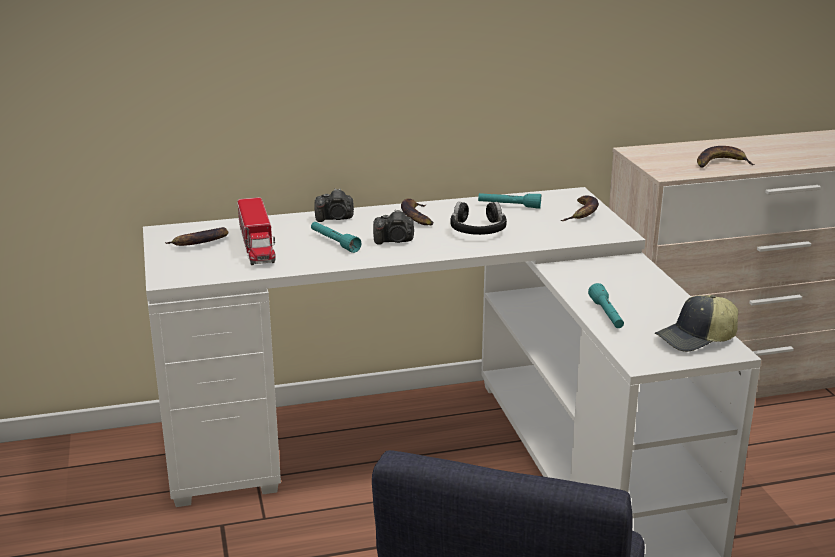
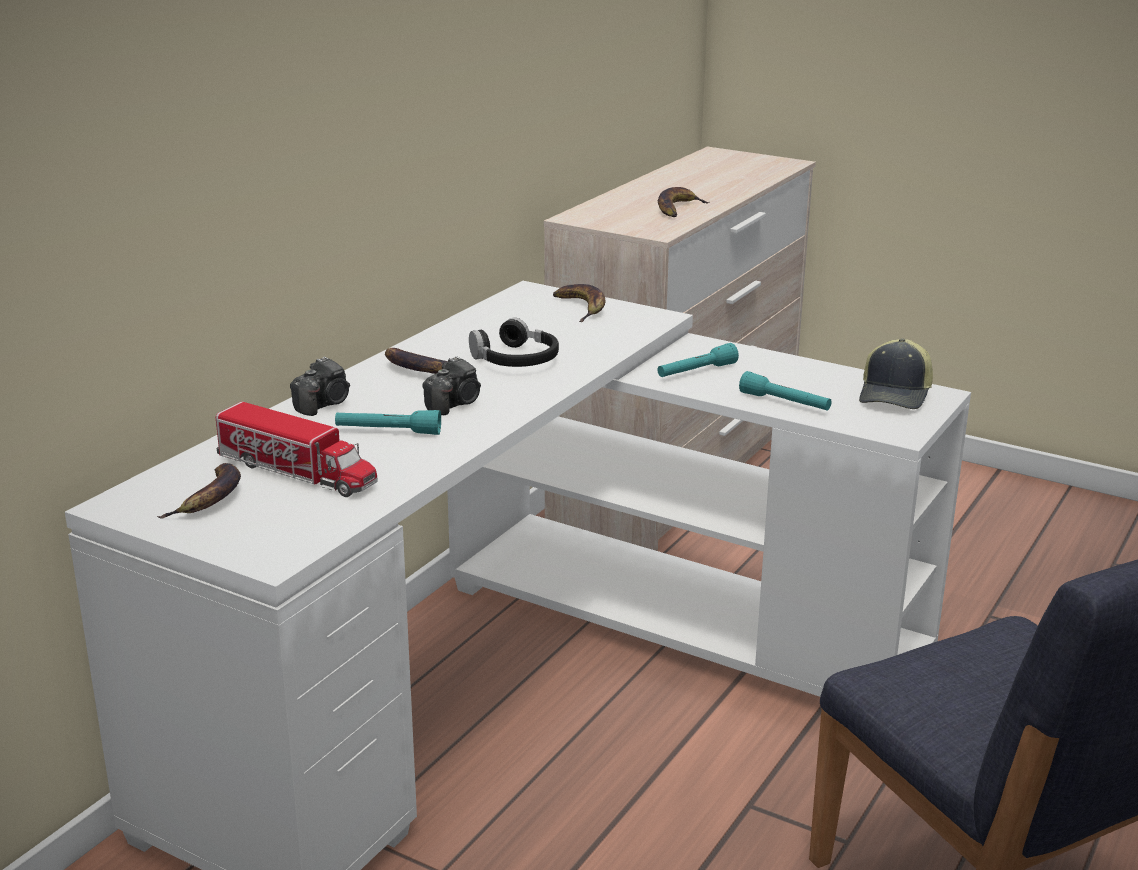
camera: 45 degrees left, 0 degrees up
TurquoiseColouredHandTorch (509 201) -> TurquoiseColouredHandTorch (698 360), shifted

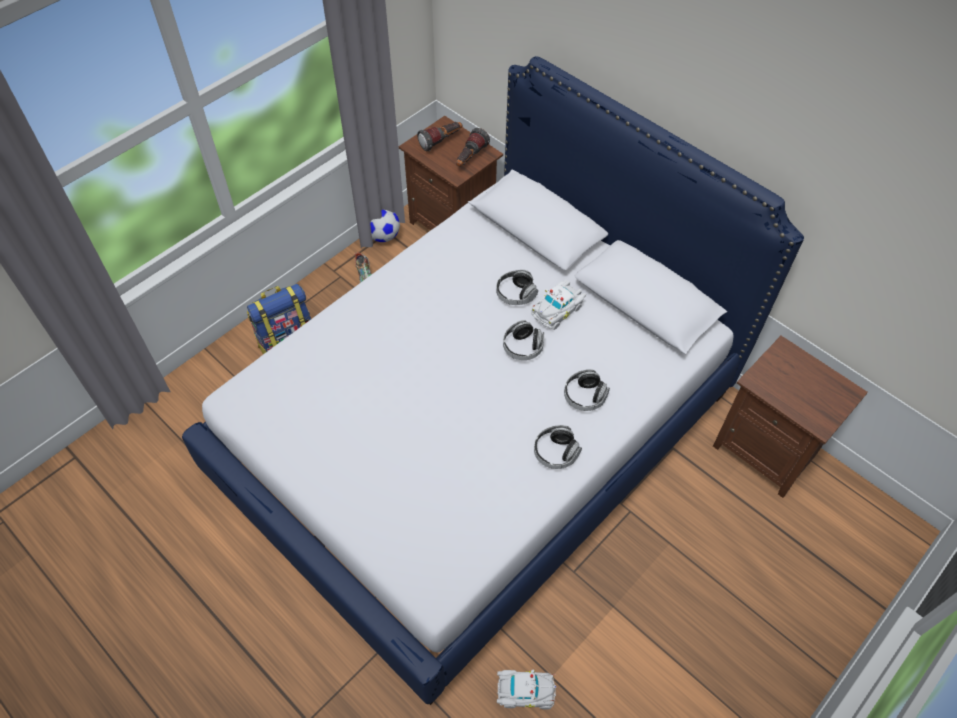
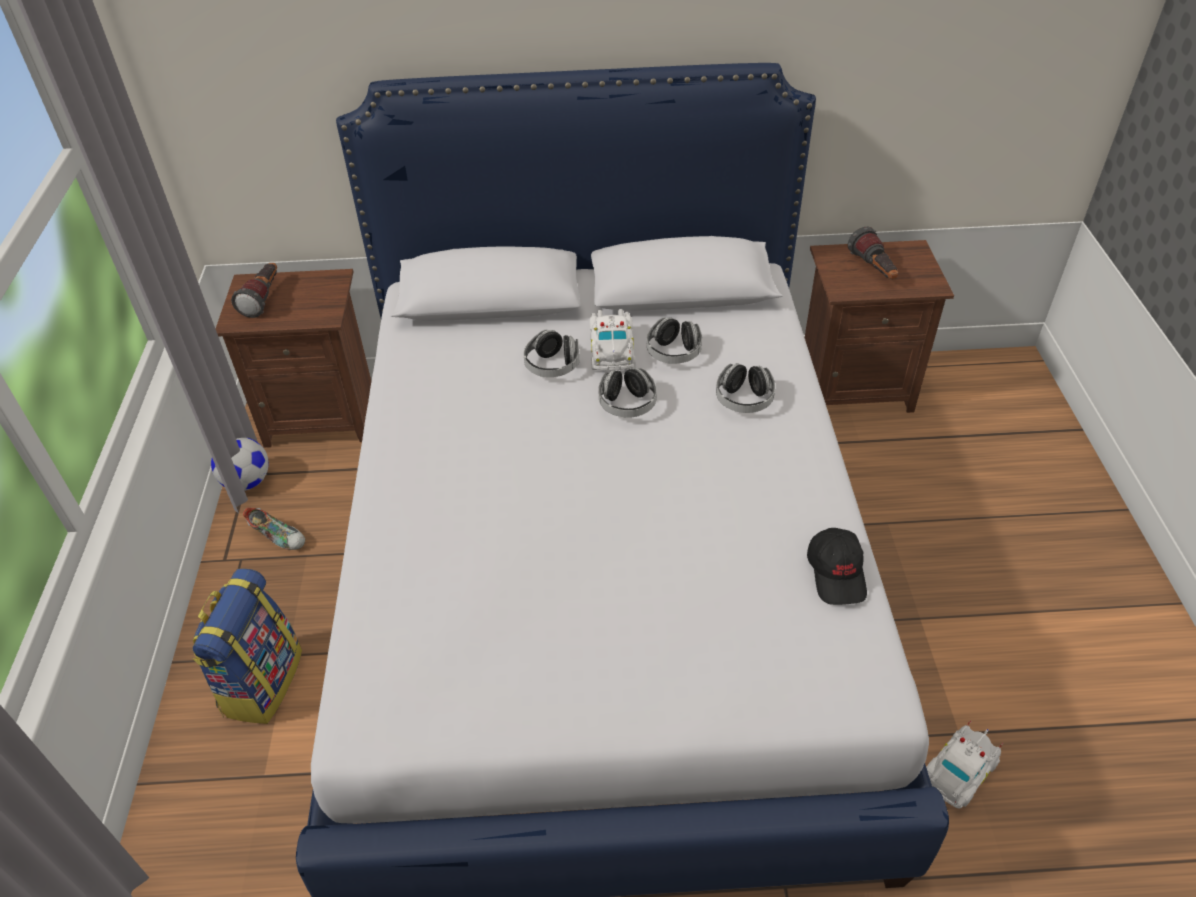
camera: 45 degrees left, 10 degrees down
HandTorch (473 147) -> HandTorch (873 253), shifted
Headset (558 447) -> Headset (674 340), shifted
none -> BlackPeakedCap (837 566)

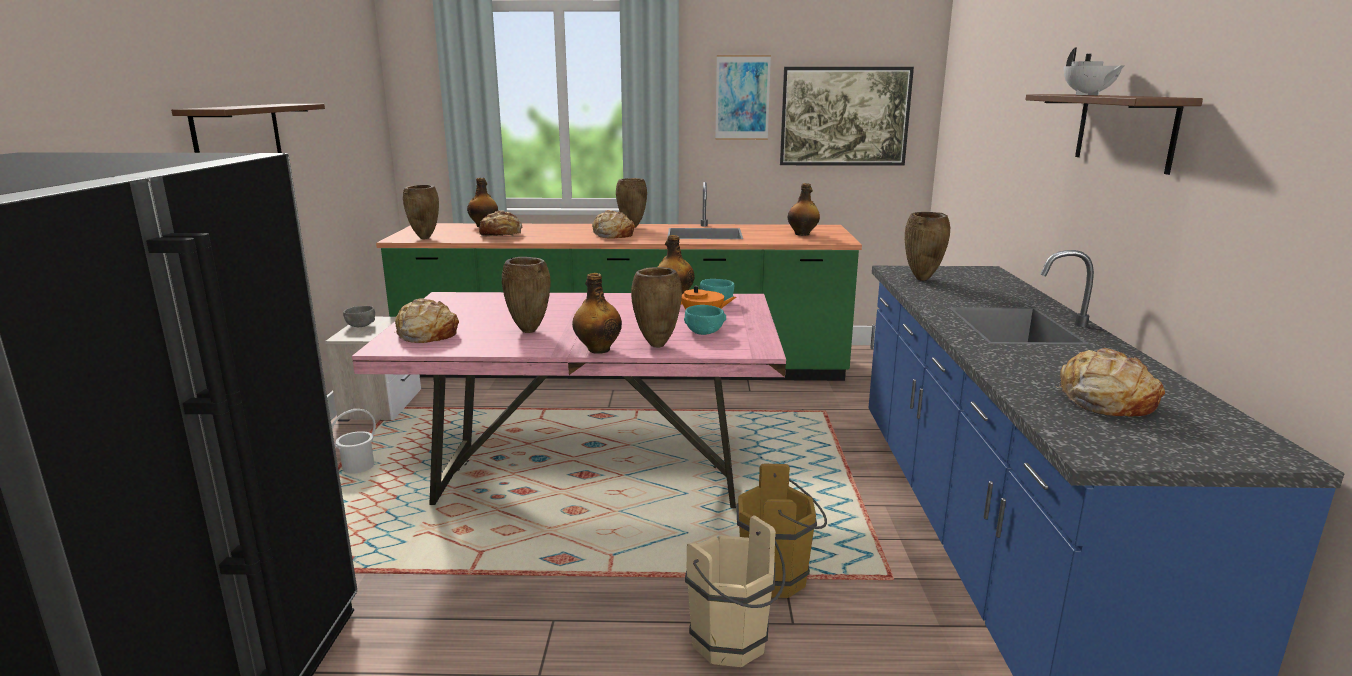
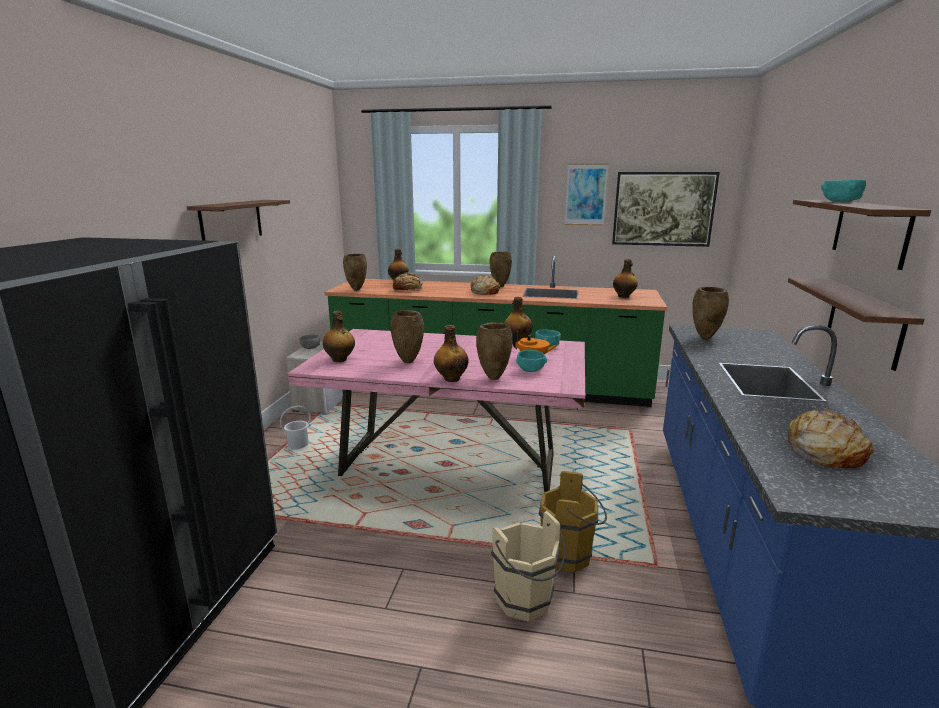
camera: 10 degrees right, 0 degrees up
BakeryBread (427 320) -> BeverageBottle (339 336)
WhiteColouredTeaPot (1094 71) -> TurquoiseColouredServingBowl (843 191)
none -> BrownBracketShelf (856 324)

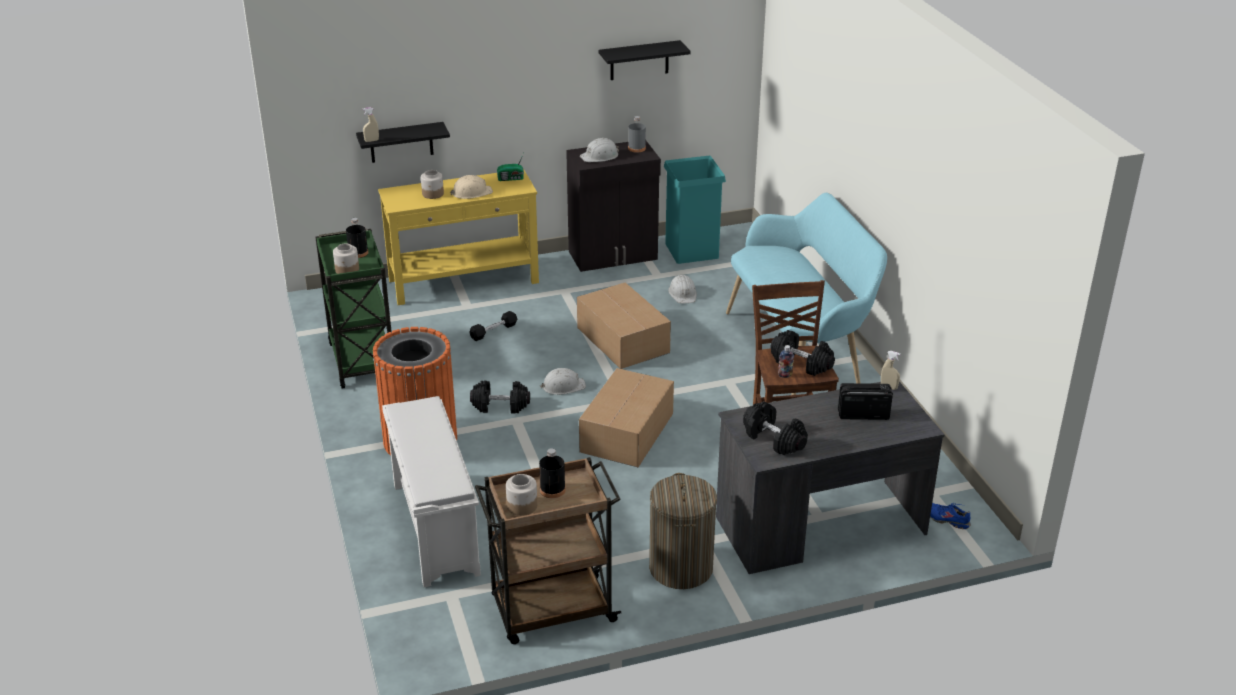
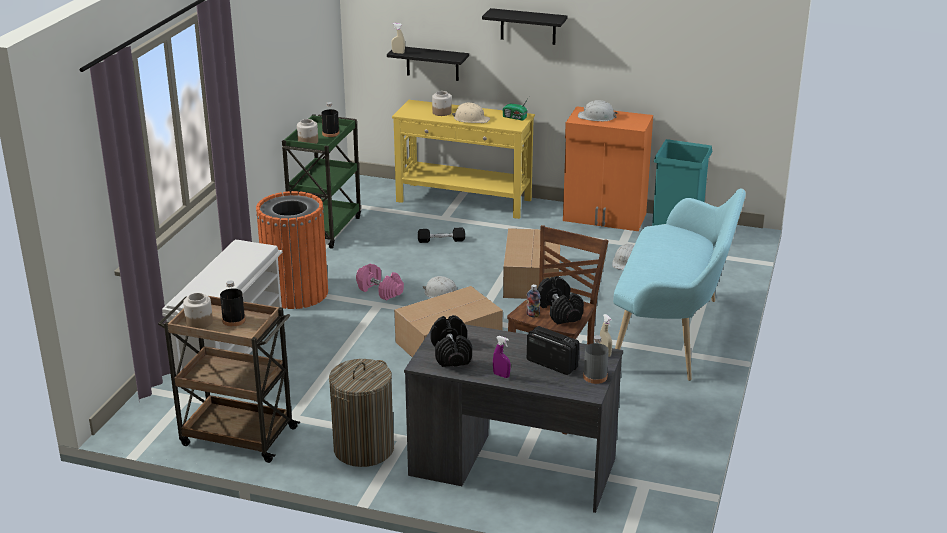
camera: 35 degrees right, 5 degrees down
BlackFreeWeight (500 396) -> PinkishFreeWeight (380 282)
BlackCabinet (613 206) -> OrangeColouredCabinet (608 168)
BlackBracketShelf (645 60) -> BlackBracketShelf (525 26), shifted
GrayBeverageBottle (637 134) -> GrayBeverageBottle (596 359), shifted
BluishLowShoe (950 516) -> none
none -> PurpleHandSprayer (502 357)

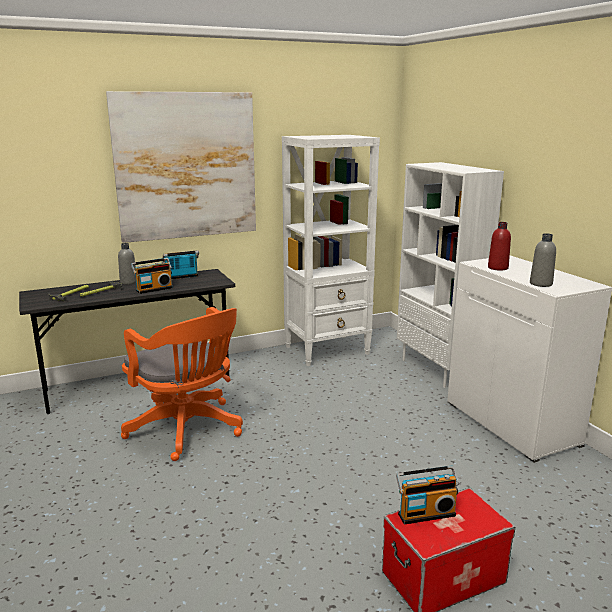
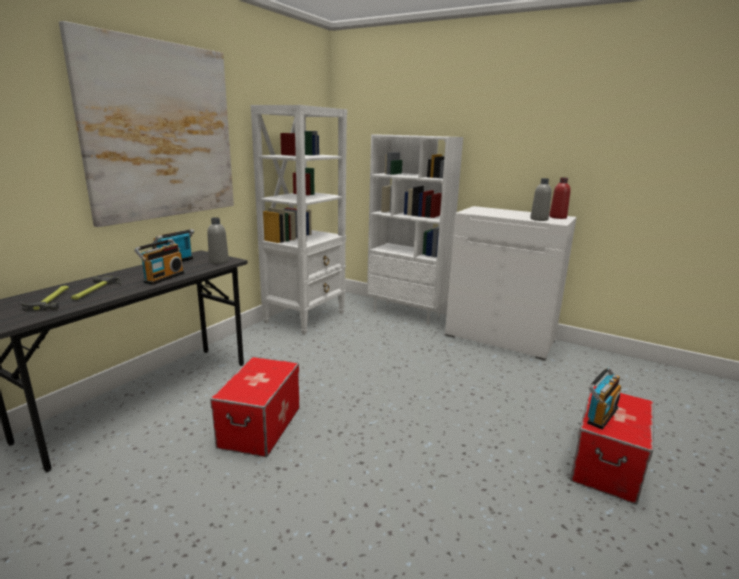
camera: 35 degrees left, 0 degrees up
GrayBeverageBottle (127 263) -> GrayBeverageBottle (218 240), shifted
OrangeColouredComputerChair (182 384) -> StorageBox (254 407)
ReddishBeverageBottle (499 246) -> ReddishBeverageBottle (560 198), shifted

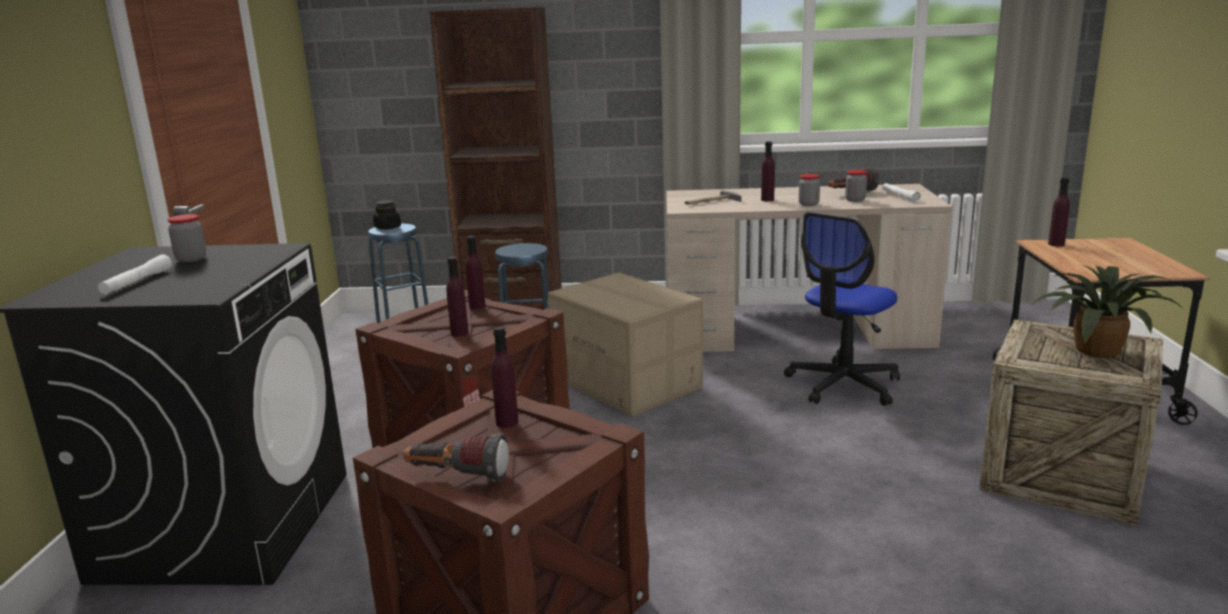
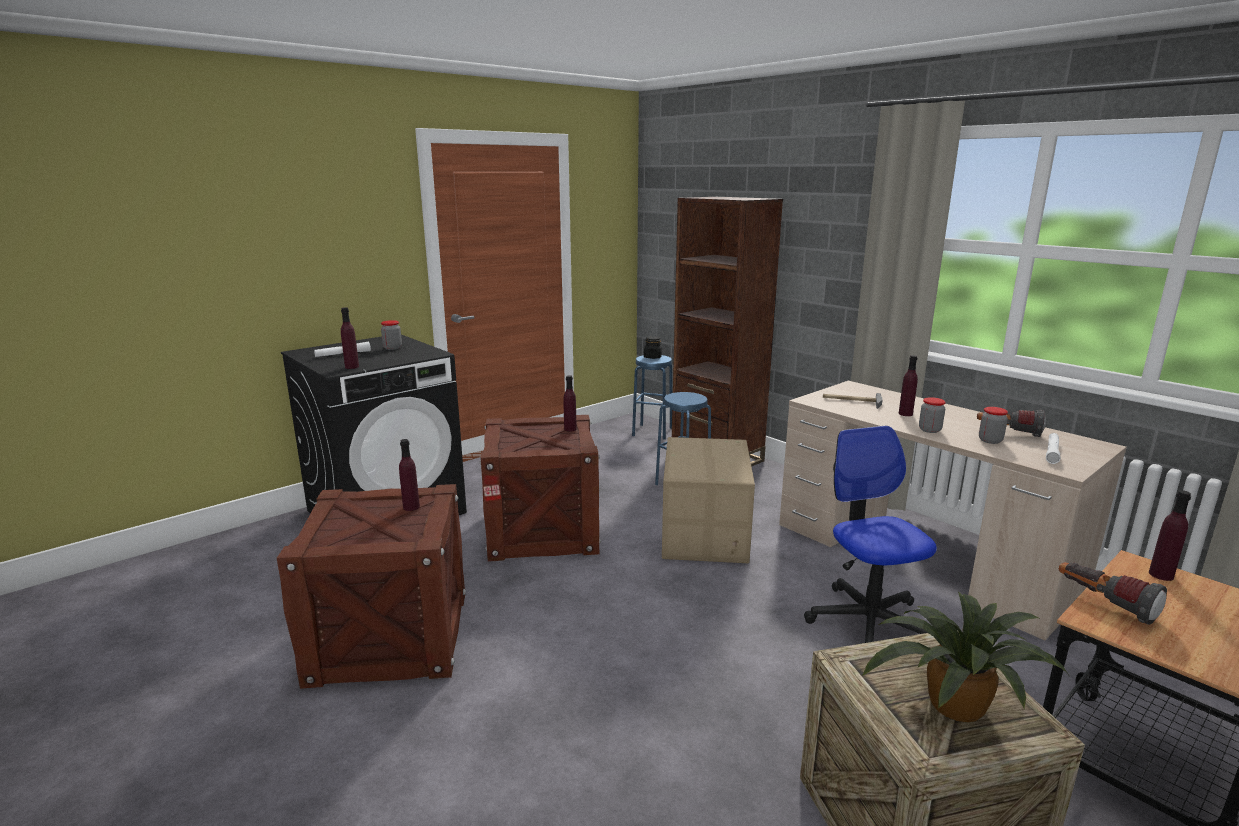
camera: 45 degrees right, 0 degrees up
HandTorch (456 457) -> HandTorch (1113 593), shifted
PurpleBeverageBottle (457 297) -> PurpleBeverageBottle (350 338), shifted
ComputerChair (842 309) -> ComputerChair (870 534), 75 degrees clockwise

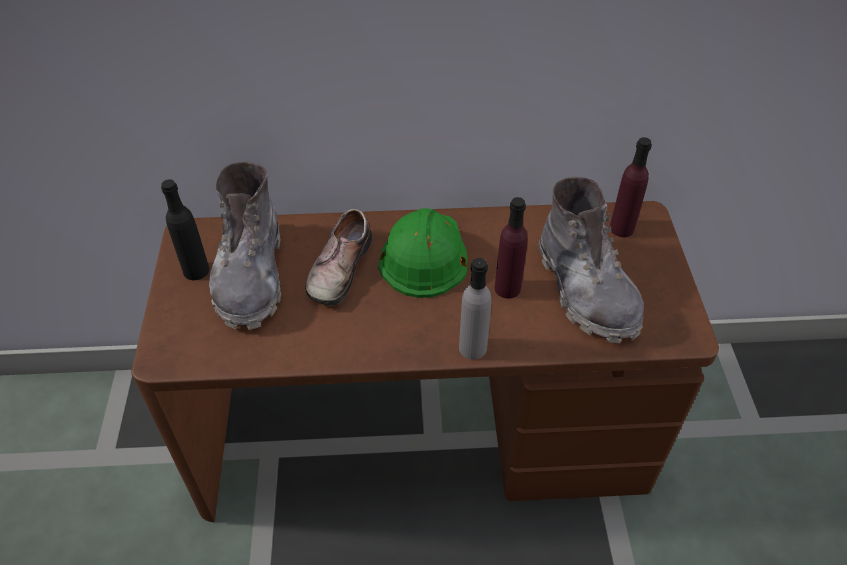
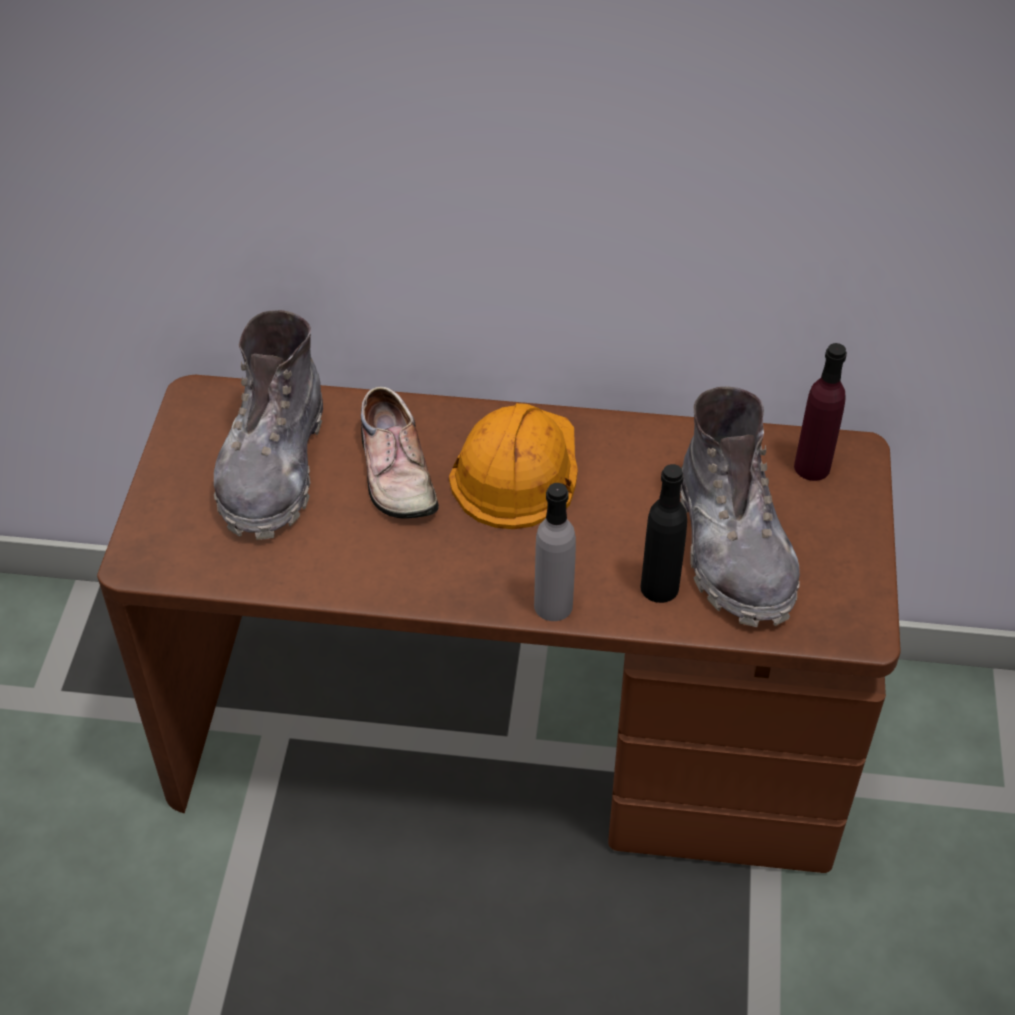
camera: 10 degrees right, 0 degrees up
BlackBeverageBottle (185 229) -> BlackBeverageBottle (663 533), shifted
LowShoe (338 257) -> LowShoe (400 452), 45 degrees counterclockwise
GreenColouredWorkHelmet (422 253) -> OrangeColouredWorkHelmet (513 466)
PurpleBeverageBottle (511 248) -> none

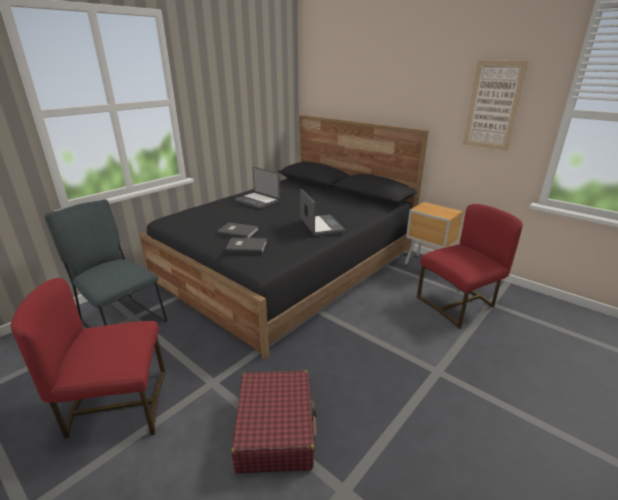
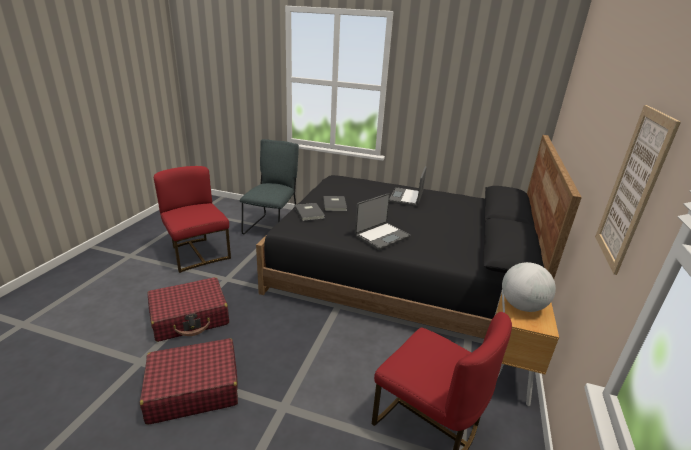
camera: 65 degrees right, 0 degrees up
none -> ReddishTravelCase (189 381)
none -> Globe (529 287)

